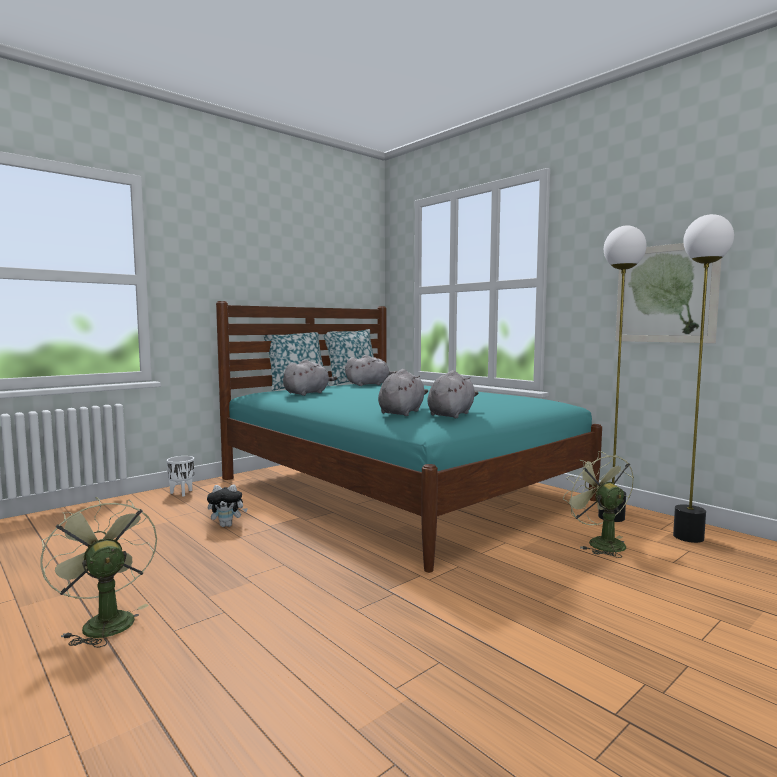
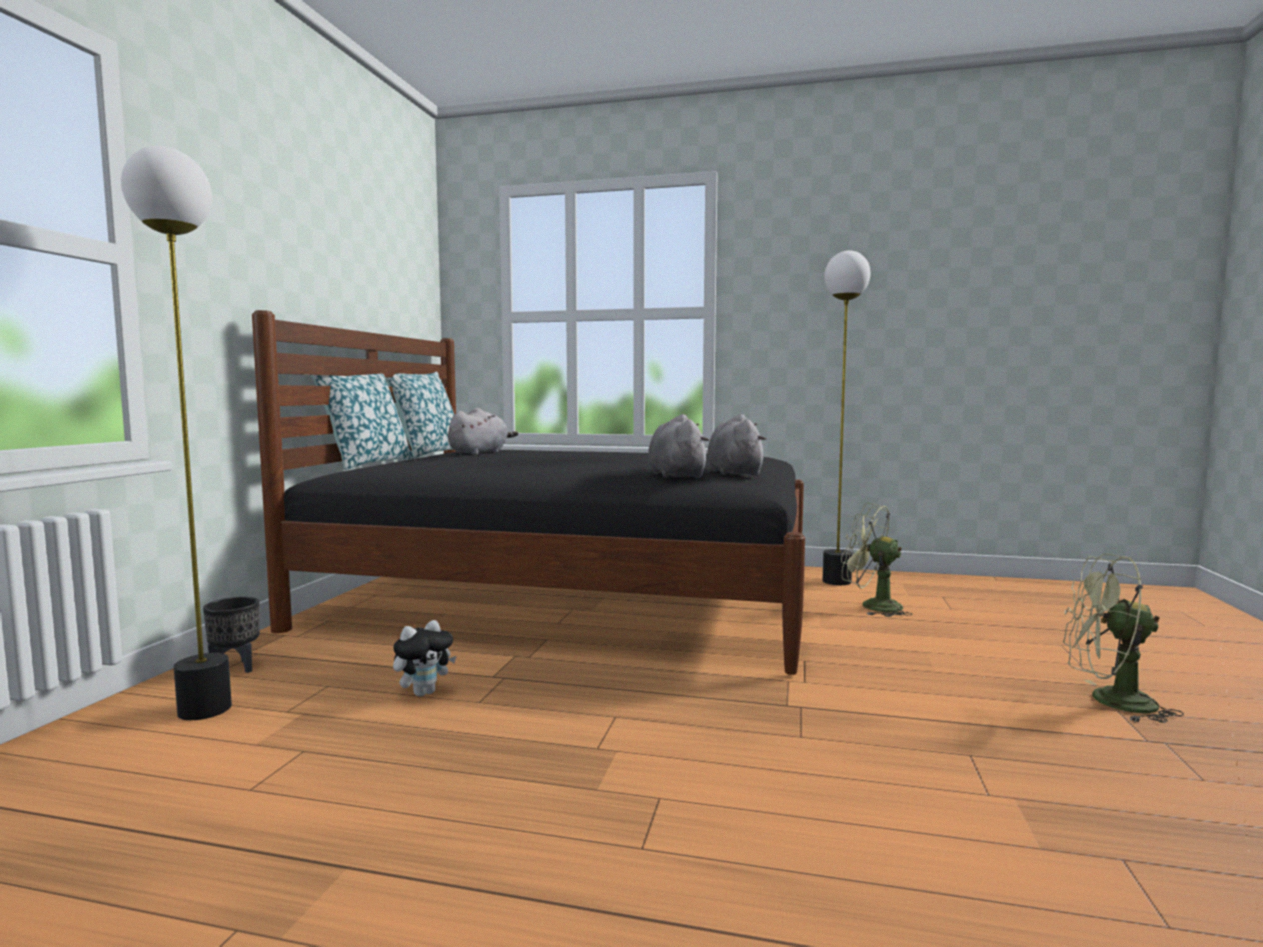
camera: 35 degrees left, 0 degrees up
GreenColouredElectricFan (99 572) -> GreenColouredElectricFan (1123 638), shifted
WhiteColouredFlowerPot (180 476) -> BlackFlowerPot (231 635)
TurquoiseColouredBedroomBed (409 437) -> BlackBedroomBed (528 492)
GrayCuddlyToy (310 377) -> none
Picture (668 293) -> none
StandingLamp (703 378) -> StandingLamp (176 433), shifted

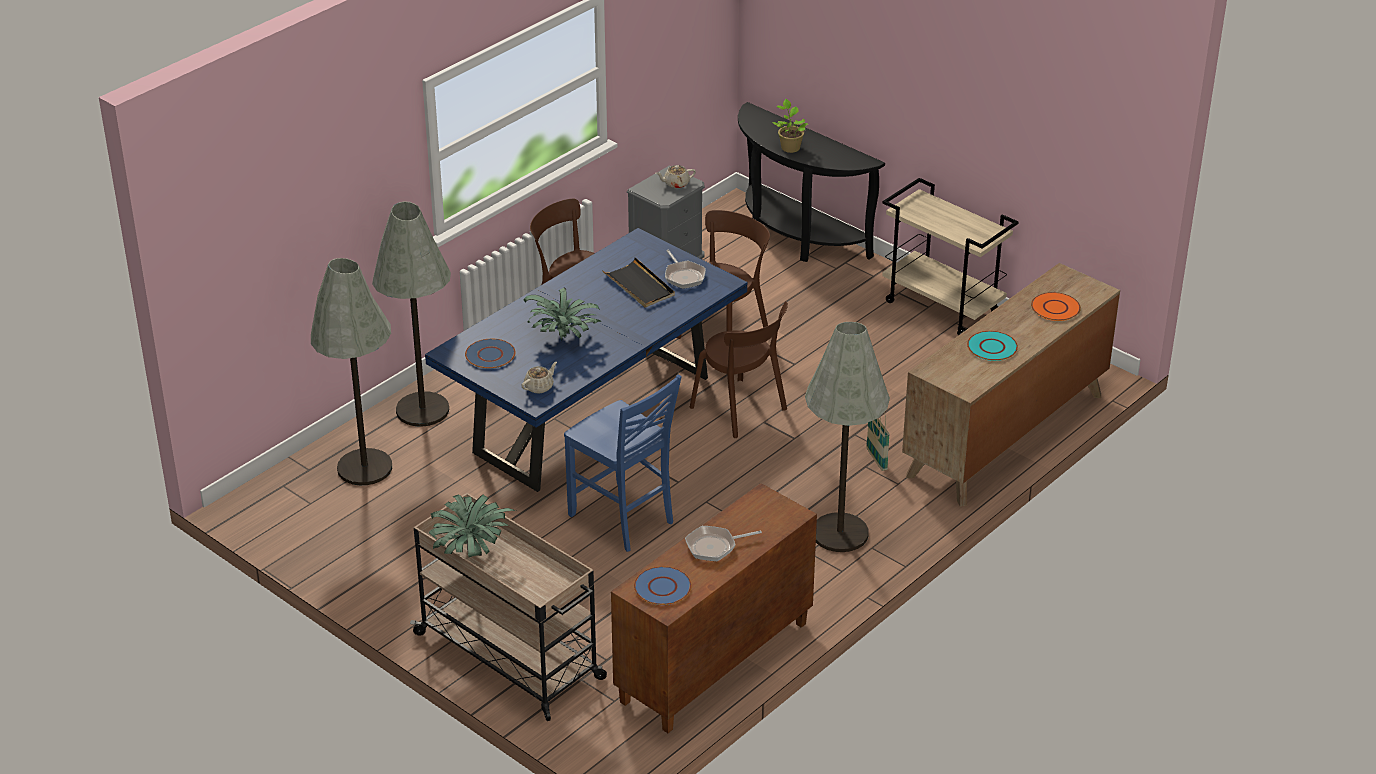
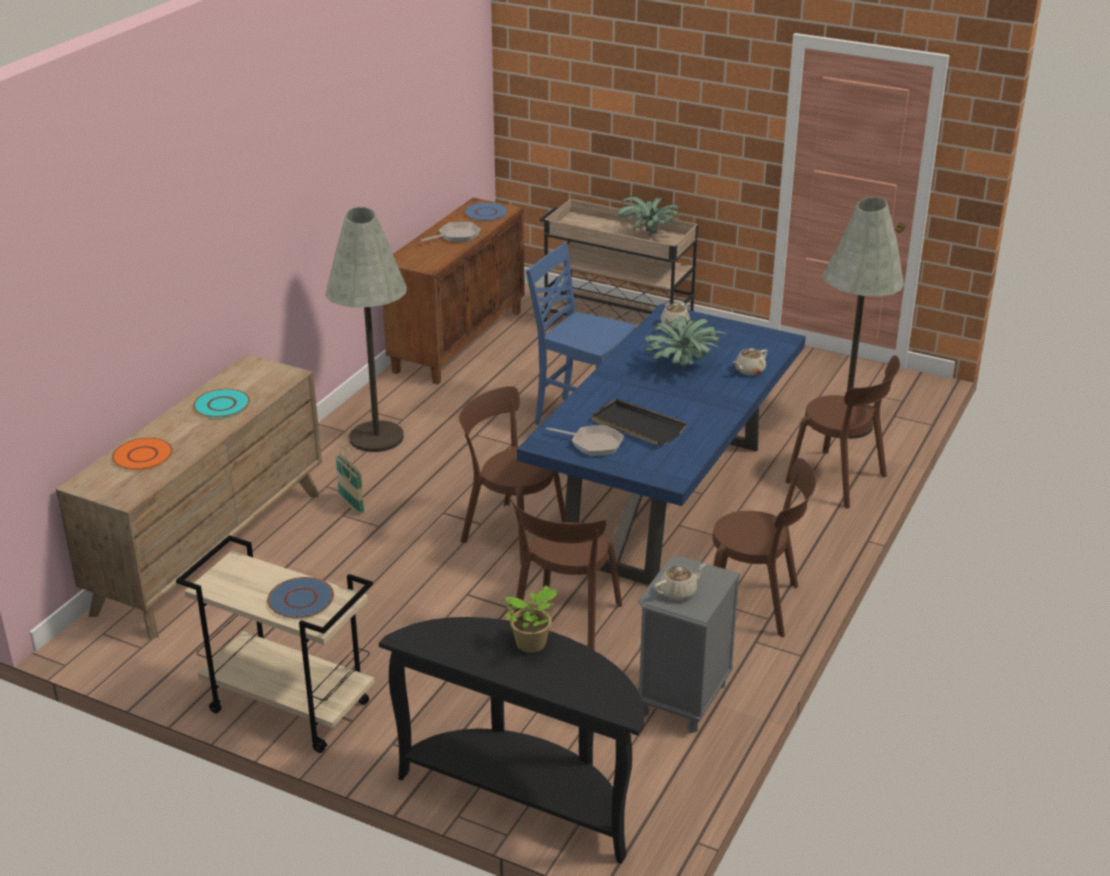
camera: 165 degrees right, 5 degrees down
GrayStandingLamp (411 314) -> BrownUprightChair (842 431)
BluishDinnerPlate (490 354) -> BluishDinnerPlate (300 597), shifted
Pan (685 269) -> Pan (585 440), 150 degrees clockwise
none -> BeigeColouredTeaPot (750 362)

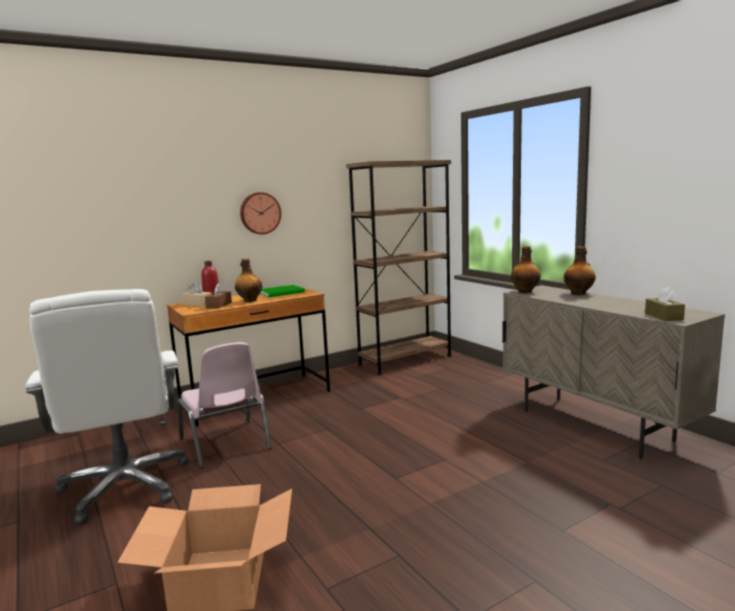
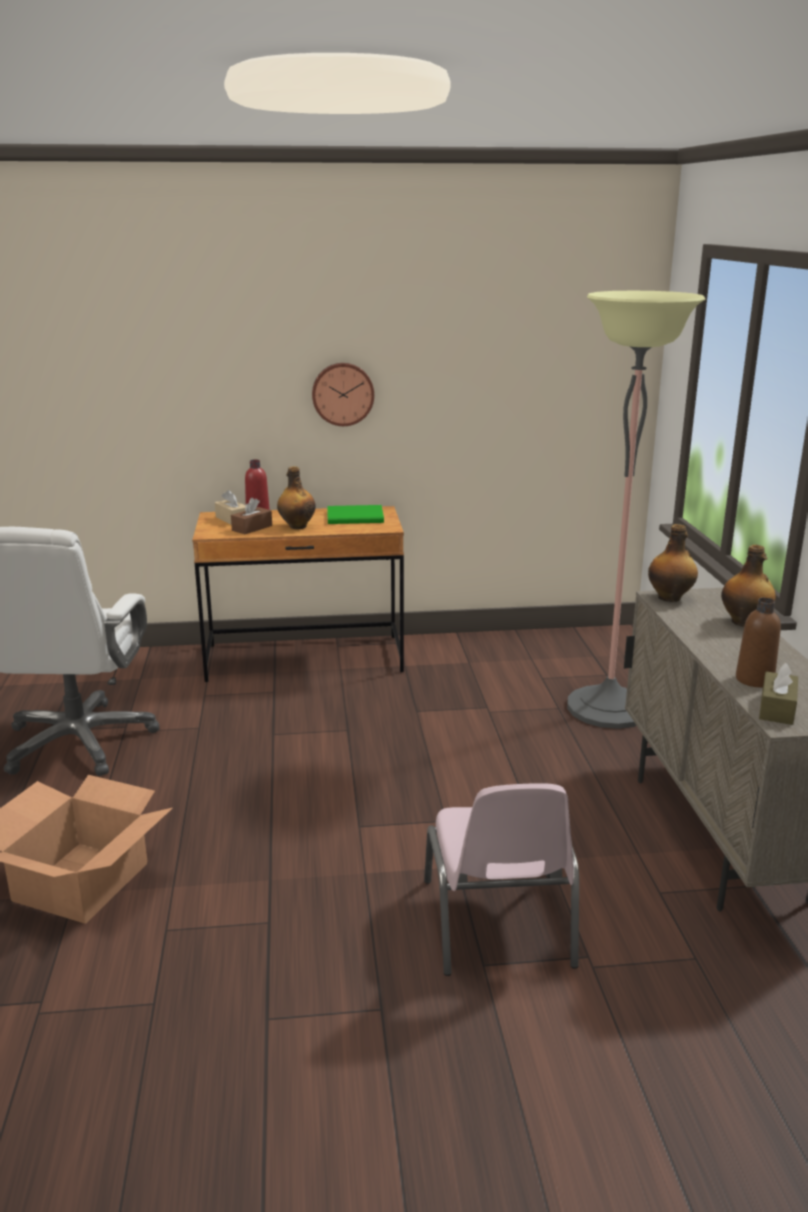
camera: 25 degrees right, 10 degrees up
PinkishUprightChair (224 405) -> PinkishUprightChair (501 880), shifted
BrownBookshelf (399 267) -> none
none -> StandingLamp (636 510)
none -> BrownBeverageBottle (758 642)

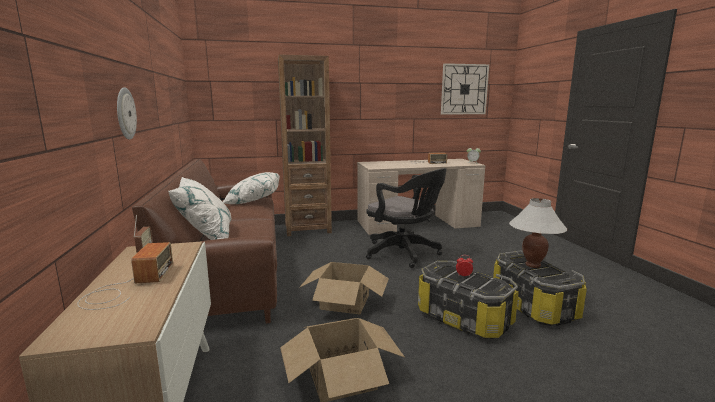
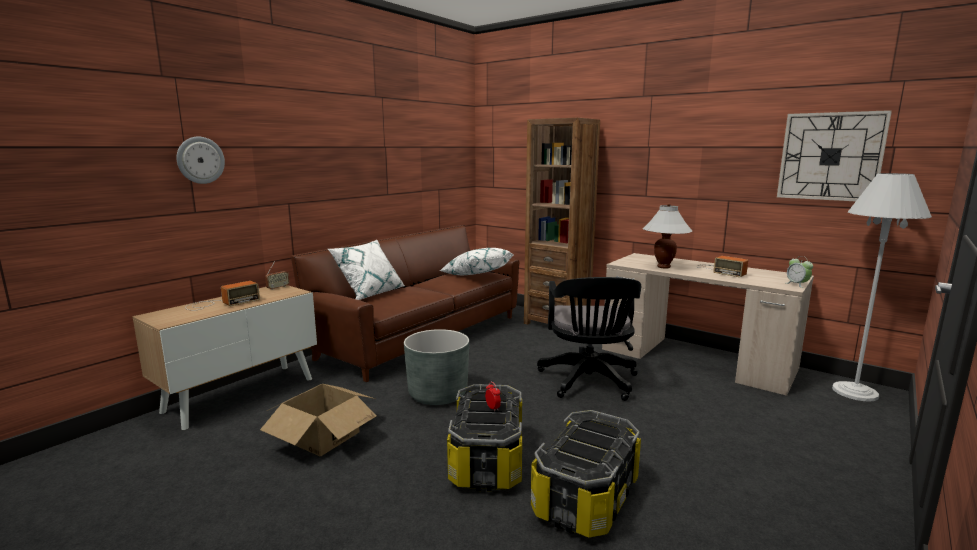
camera: 50 degrees right, 0 degrees up
WallClock (127 113) -> WallClock (200 160), shifted
Carton (344 288) -> GrayFlowerPot (436 367)
WhiteColouredTabletopLamp (538 233) -> WhiteColouredTabletopLamp (667 236), shifted
none -> WhiteColouredStandingLamp (882 287)

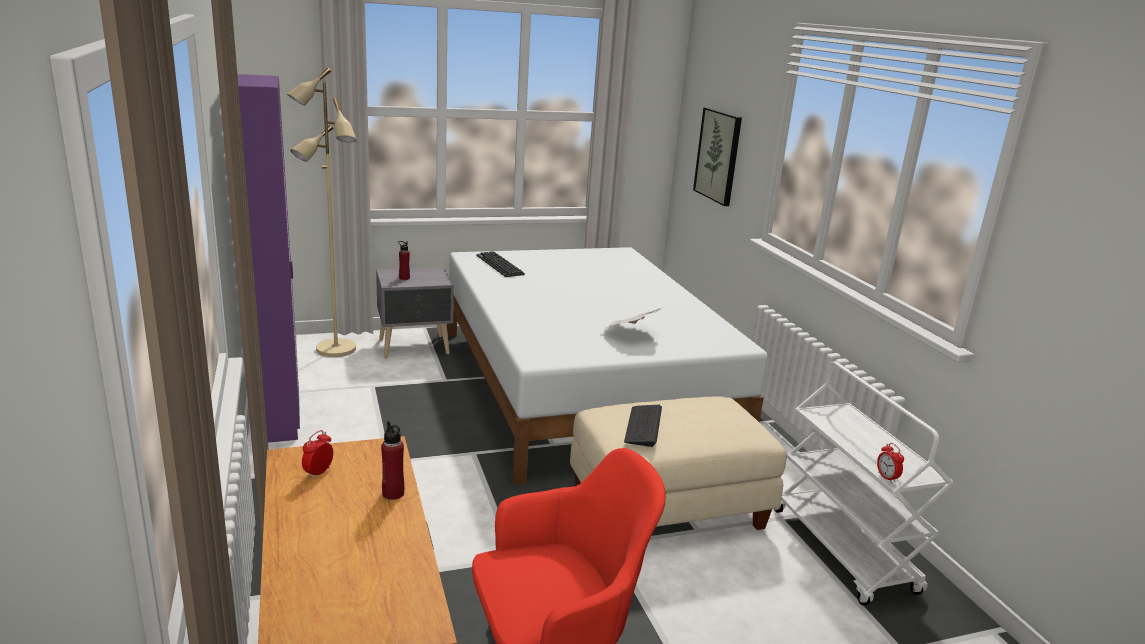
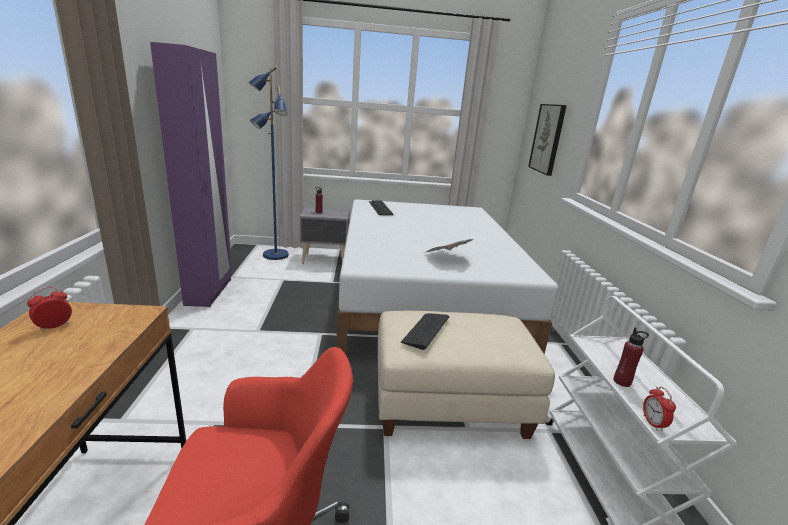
camera: 15 degrees right, 0 degrees up
BeigeColouredStandingLamp (322 212) -> BluishStandingLamp (269 162)
ReddishBeverageBottle (392 460) -> ReddishBeverageBottle (631 357), shifted

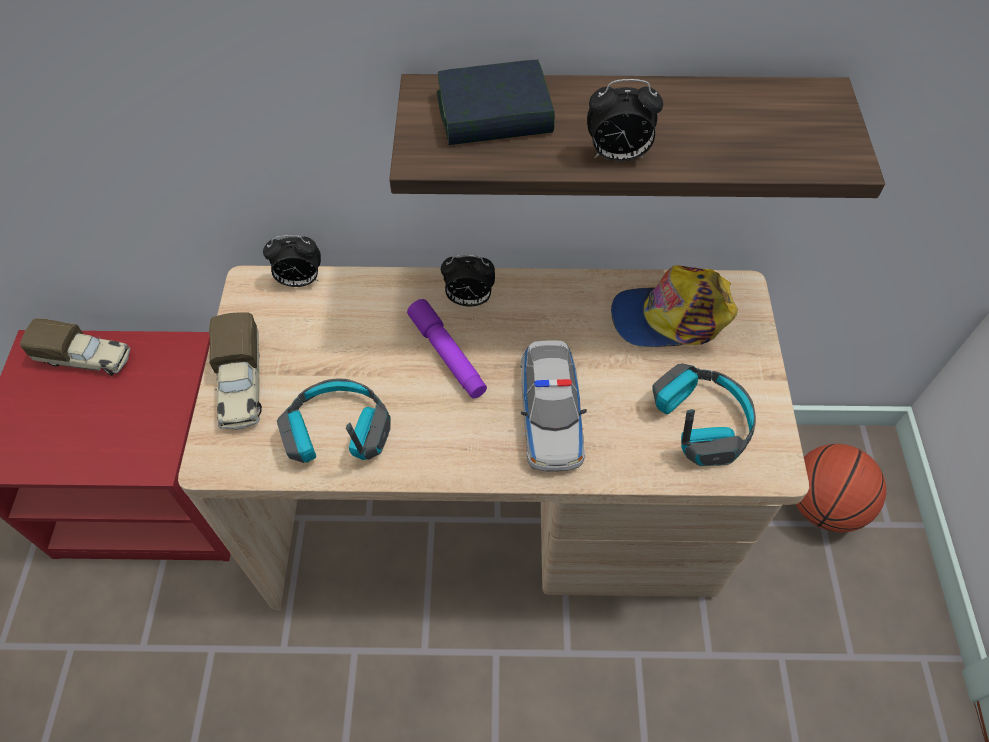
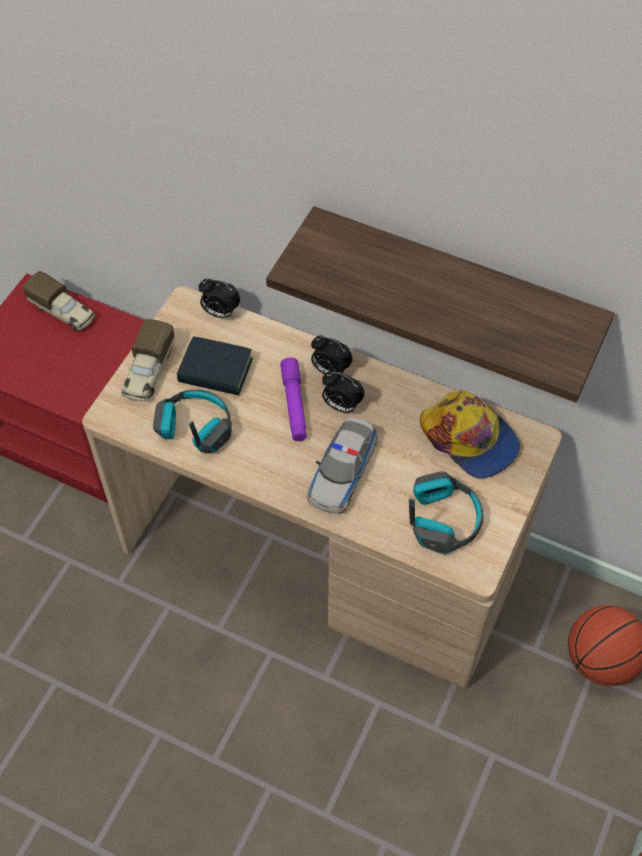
camera: 25 degrees right, 0 degrees up
Volume (496 102) -> Volume (215 366), shifted
AlarmClock (625 120) -> AlarmClock (343 392), shifted
PeakedCap (674 306) -> PeakedCap (470 434), 150 degrees counterclockwise

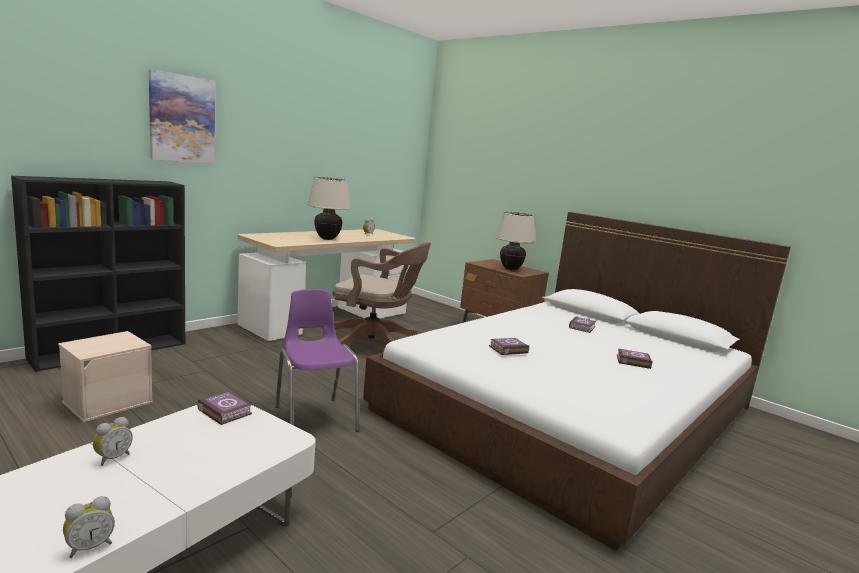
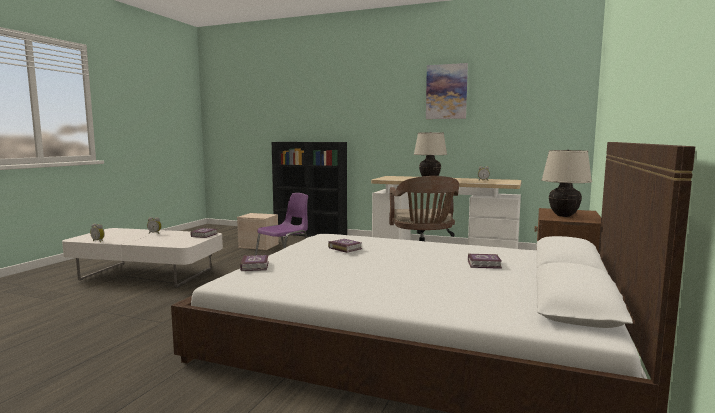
camera: 70 degrees right, 5 degrees down
Picture (182 116) -> Picture (447 91), shifted
Volume (635 359) -> Volume (254 263), shifted

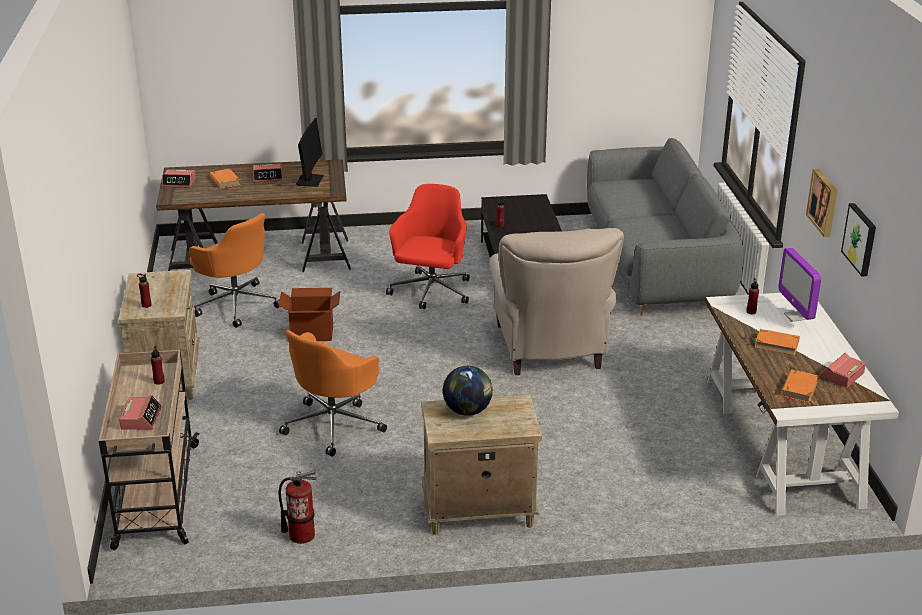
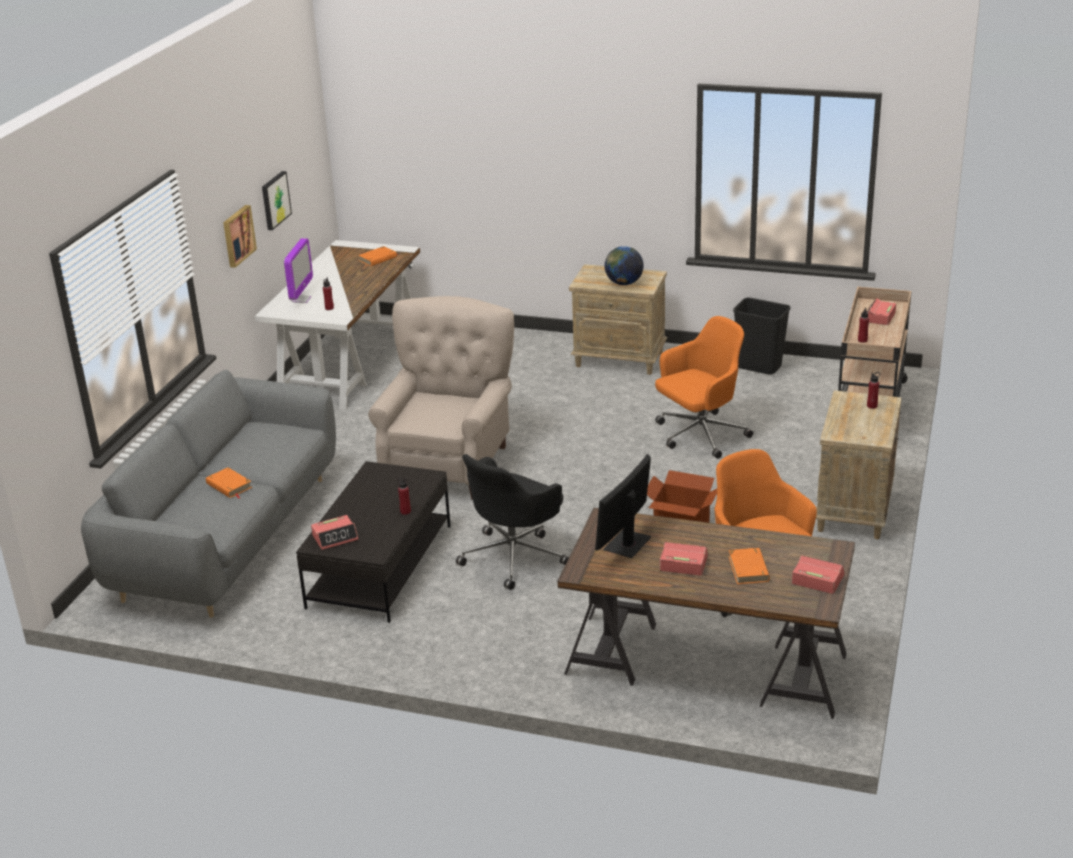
camera: 155 degrees left, 0 degrees up
FireFightingCylinder (298 507) -> BlackTrashCan (762 336)
ReddishComputerChair (428 246) -> BlackComputerChair (512 522)
OrangeColouredVolume (776 342) -> OrangeColouredVolume (229 483), shifted
AlarmClock (842 370) -> AlarmClock (334 532), shifted

